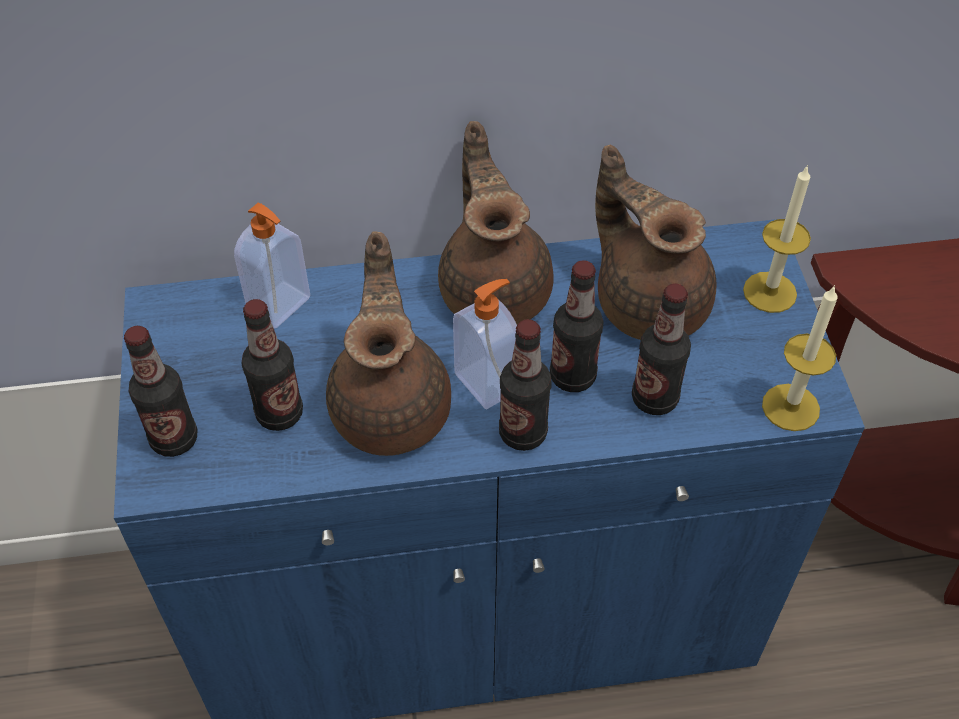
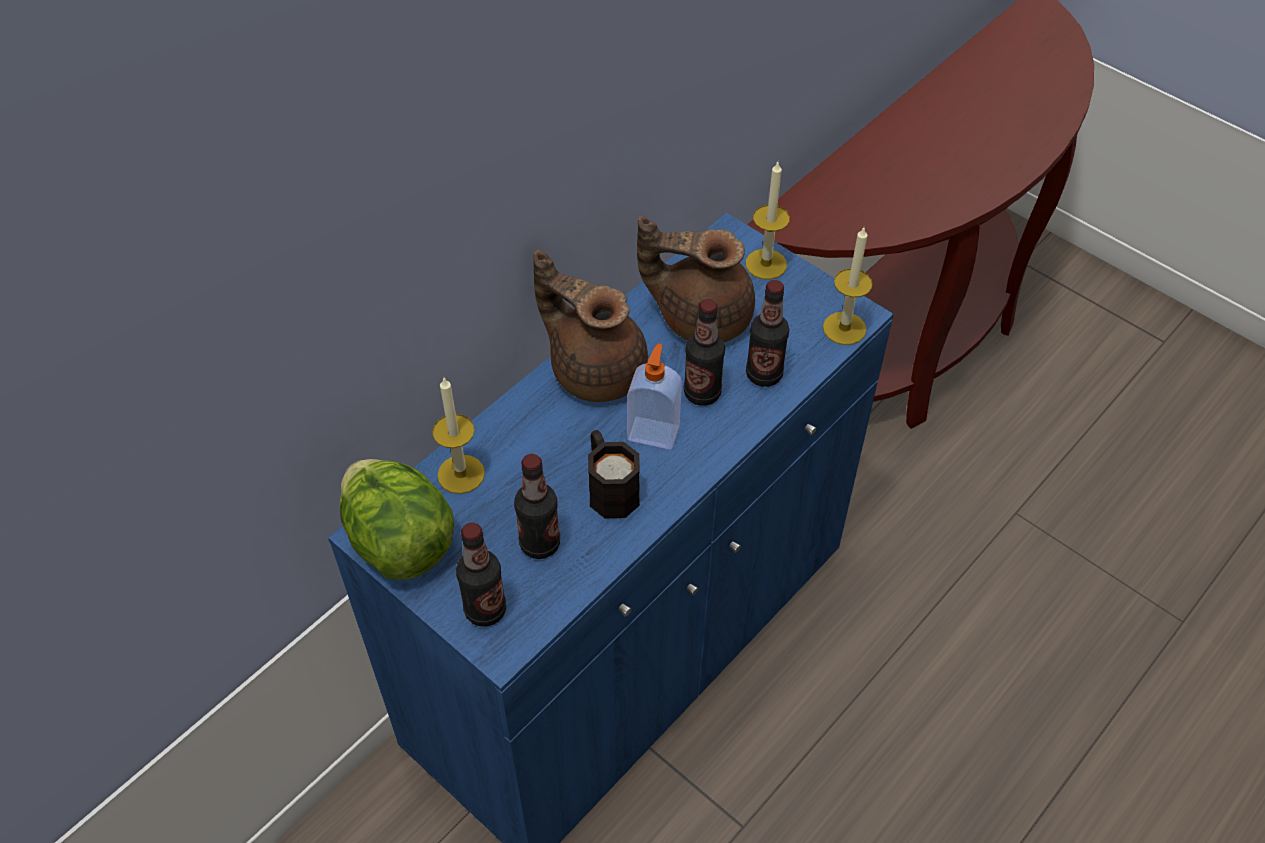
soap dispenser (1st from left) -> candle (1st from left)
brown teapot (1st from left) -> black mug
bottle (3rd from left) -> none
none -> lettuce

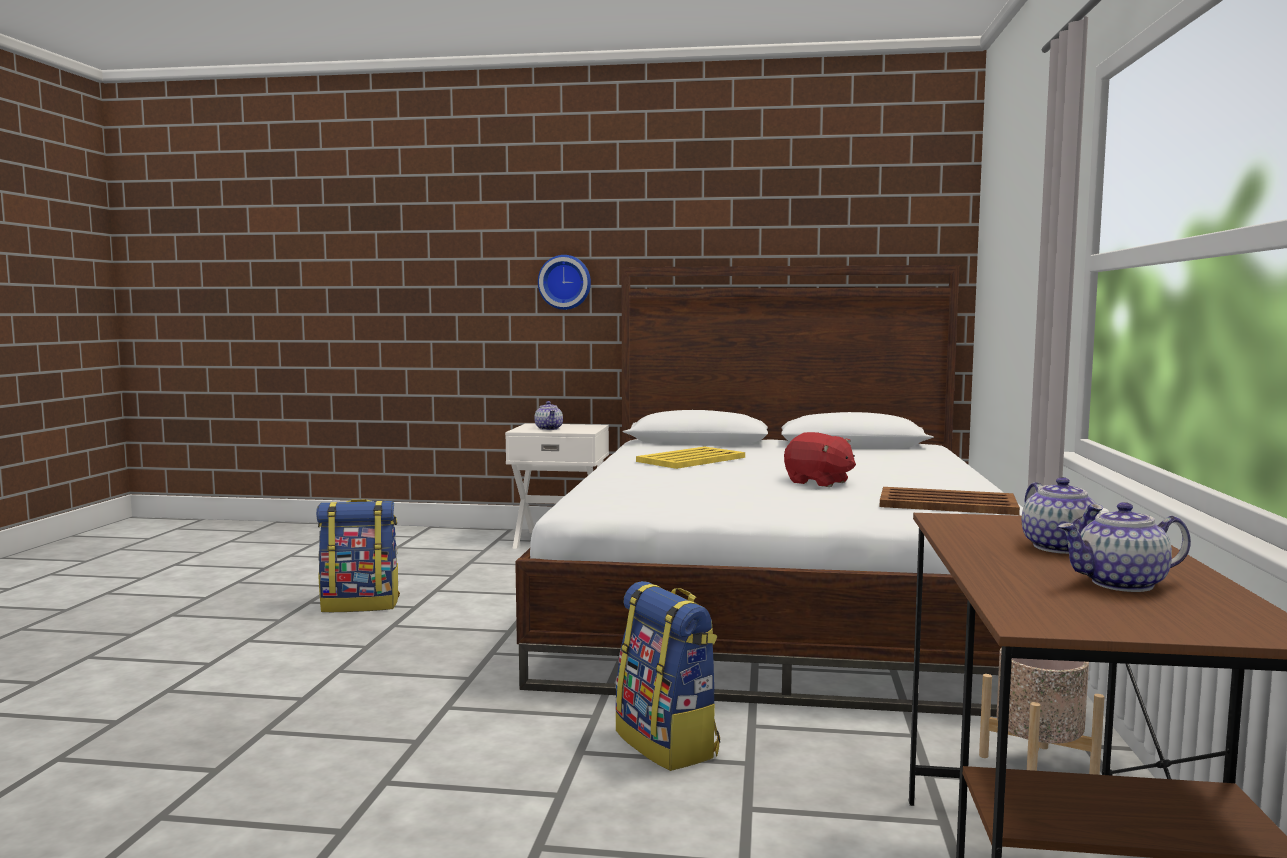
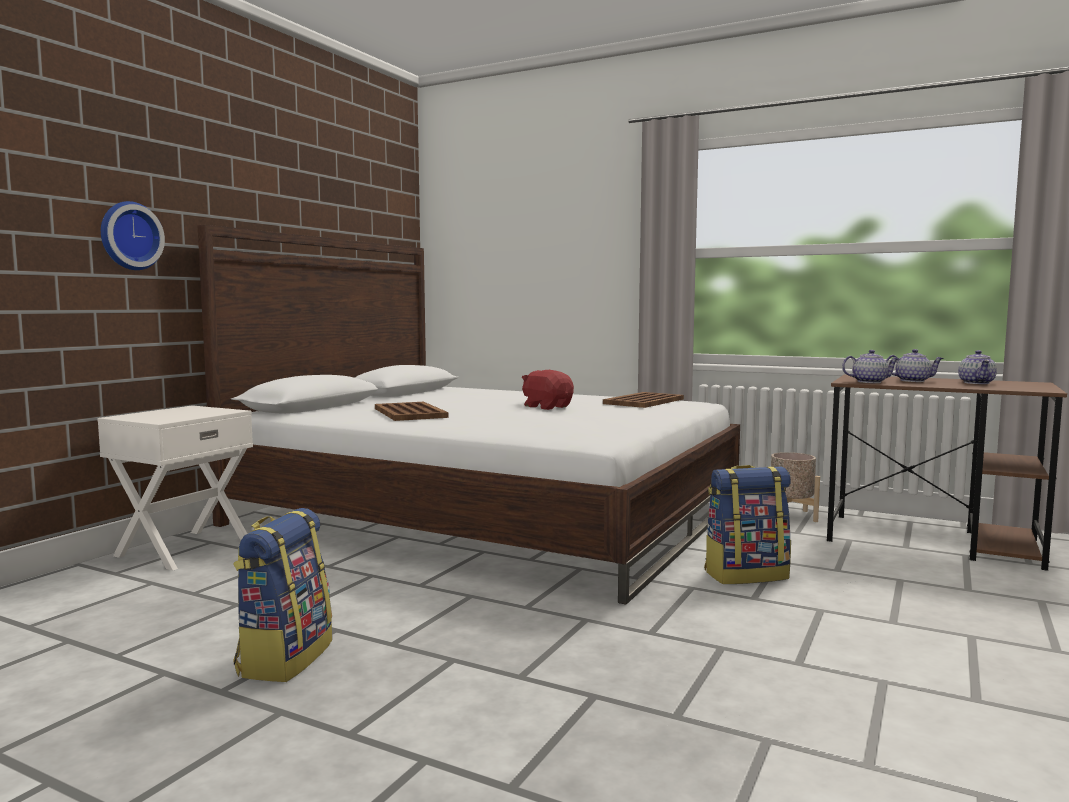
teapot (1st from left), moved
yellow tray -> brown tray (1st from left)
red plush toy, 105 degrees counterclockwise

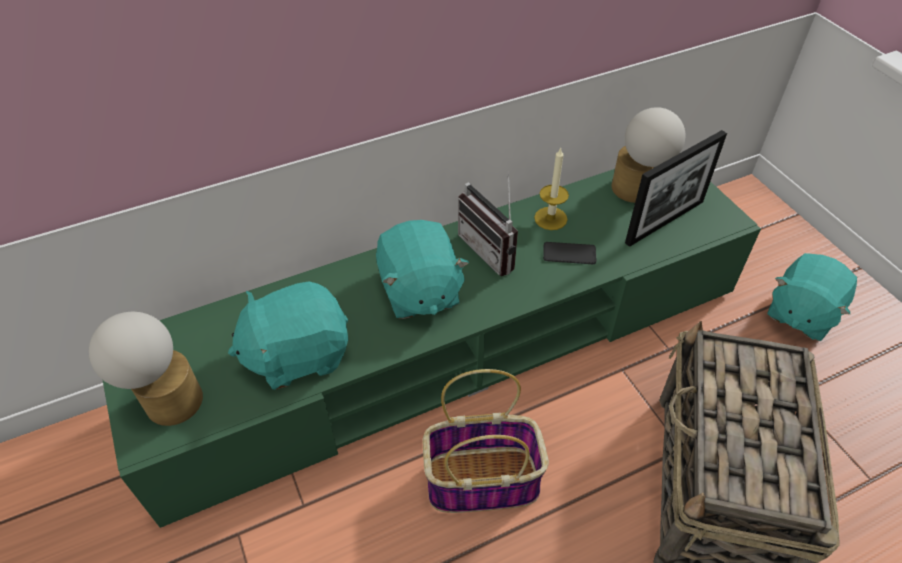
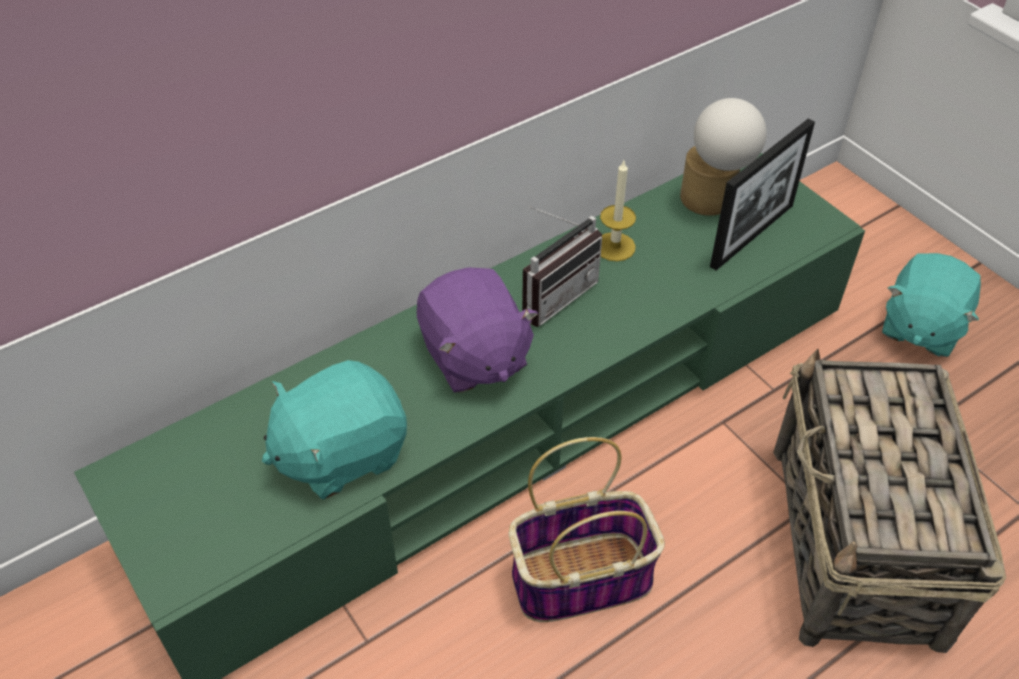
table lamp (1st from left) -> none
turquoise plush toy (2nd from left) -> purple plush toy
radio, 90 degrees counterclockwise
phone -> none

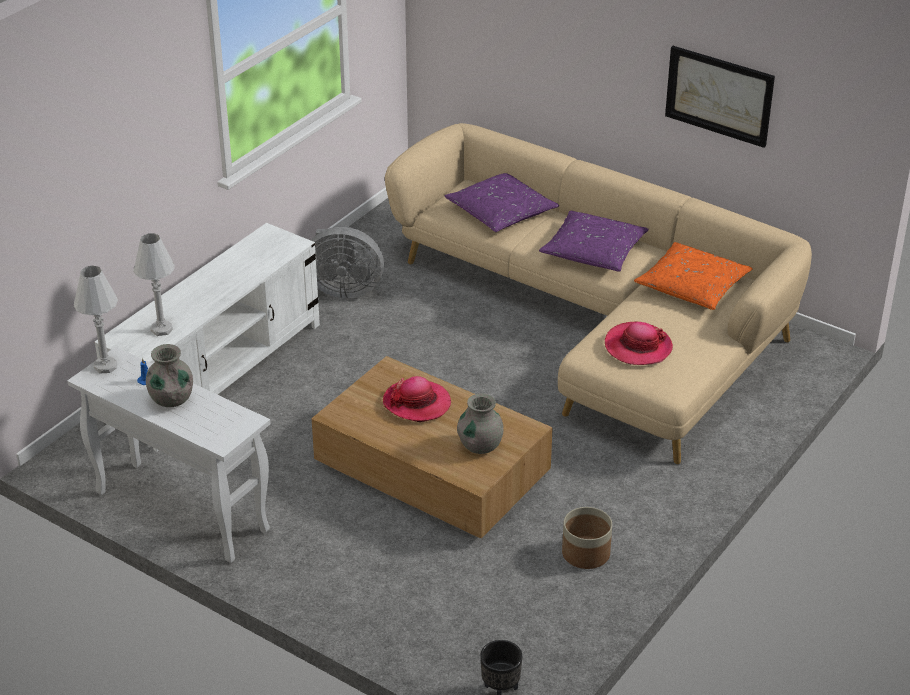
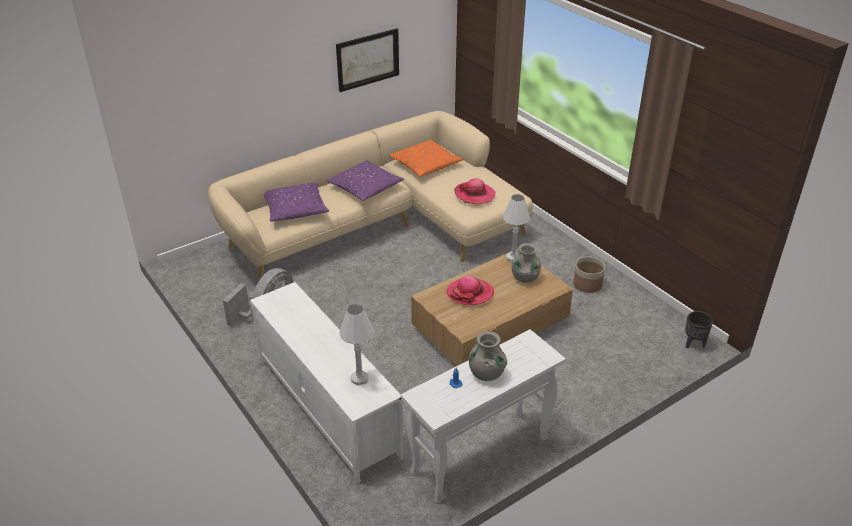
white table lamp (1st from left in the first image) -> white table lamp (2nd from left), moved

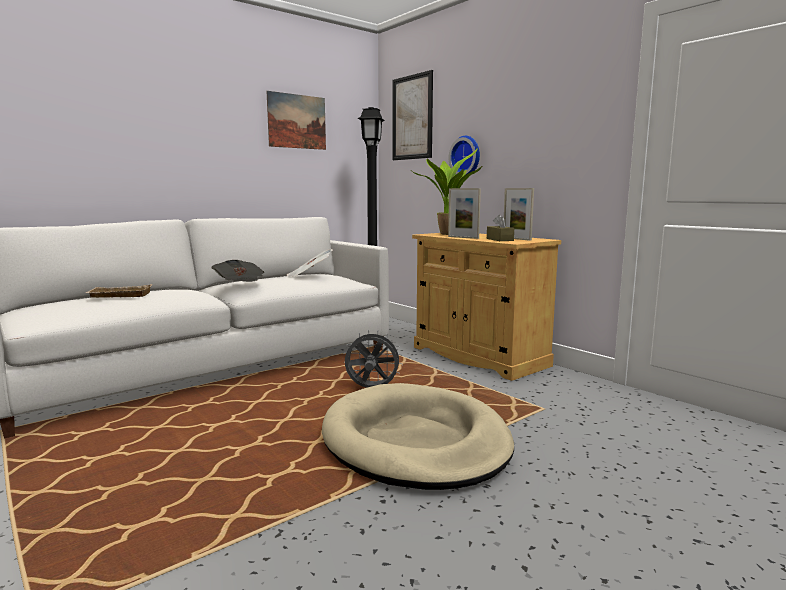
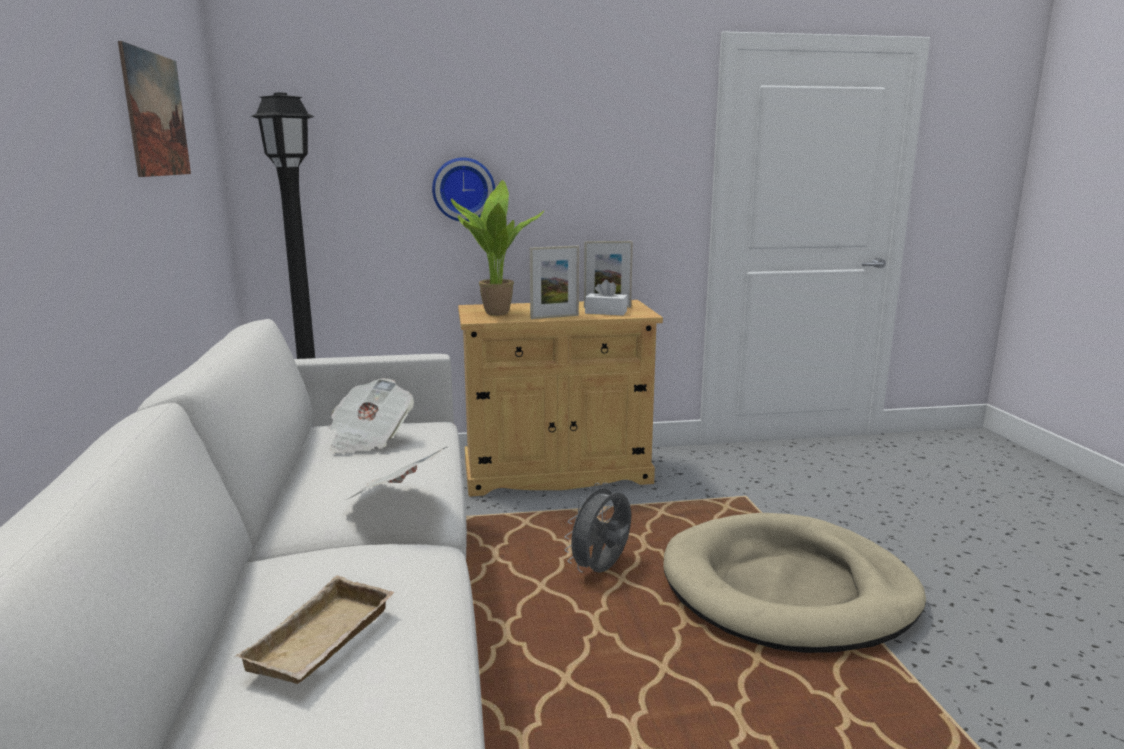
picture (2nd from left) -> none
brown tissue box -> white tissue box

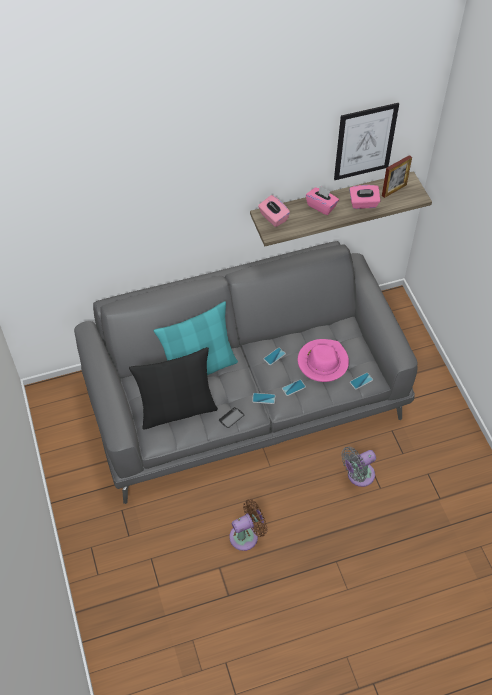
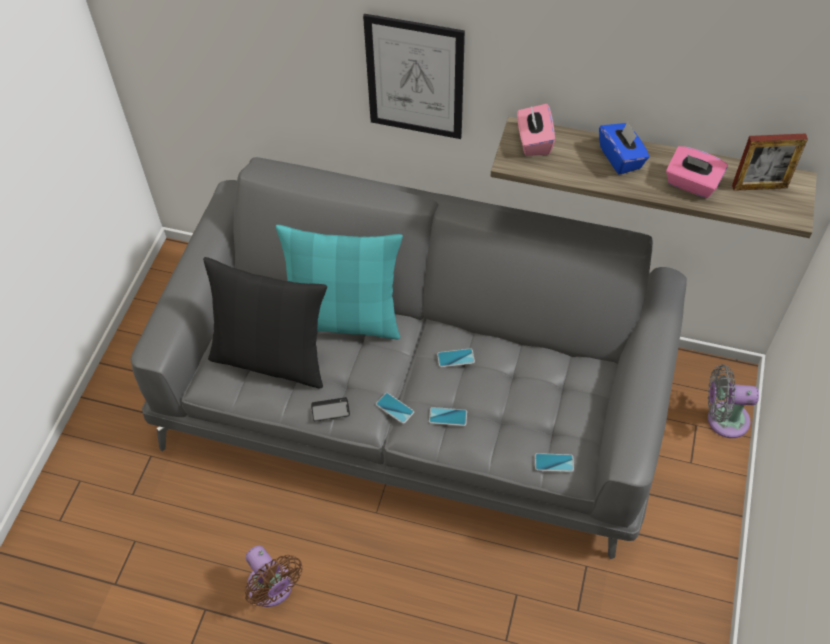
brown fan, 45 degrees clockwise
pink hat -> none
pink tissue box (2nd from left) -> blue tissue box
picture, moved
grey fan, moved

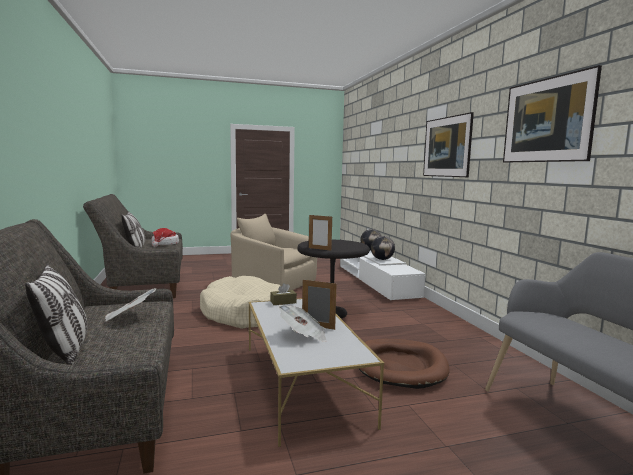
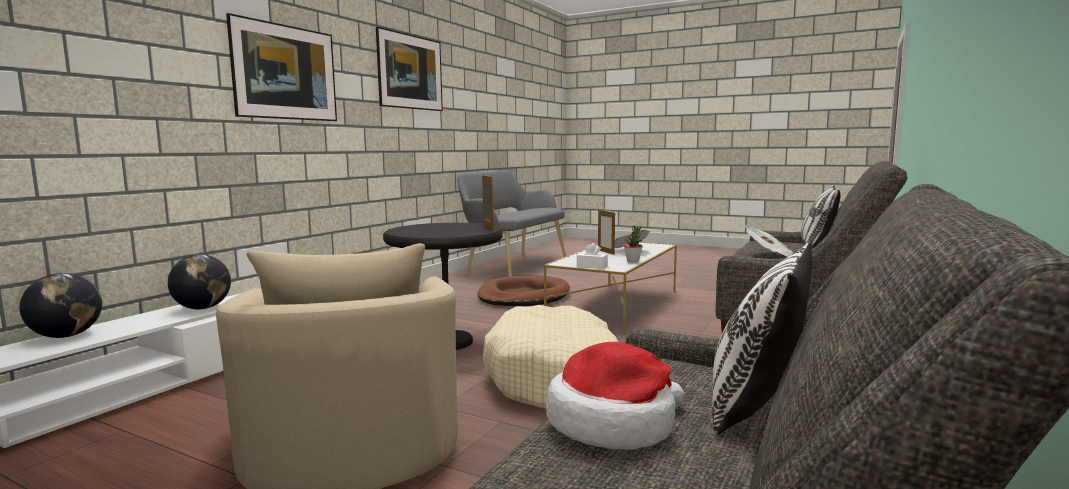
brown tissue box -> white tissue box
none -> potted plant

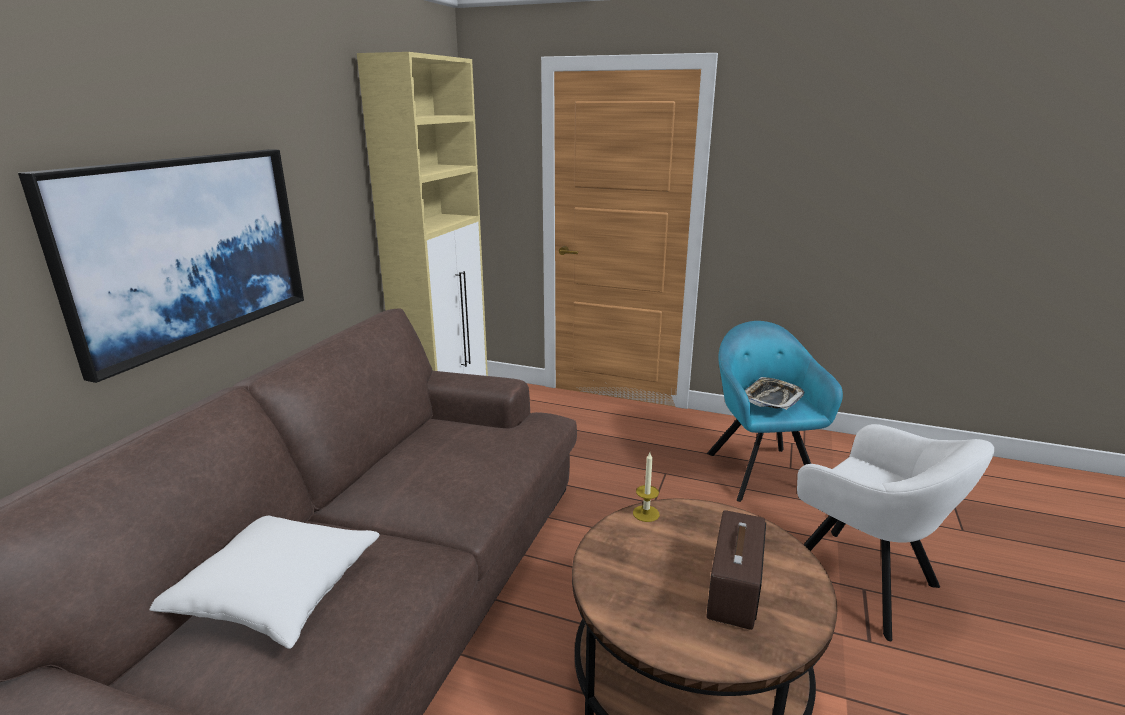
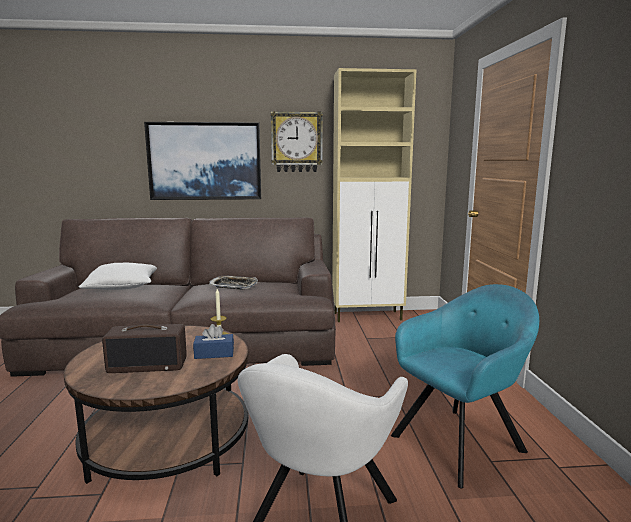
tray, moved
none -> blue tissue box
none -> wall clock

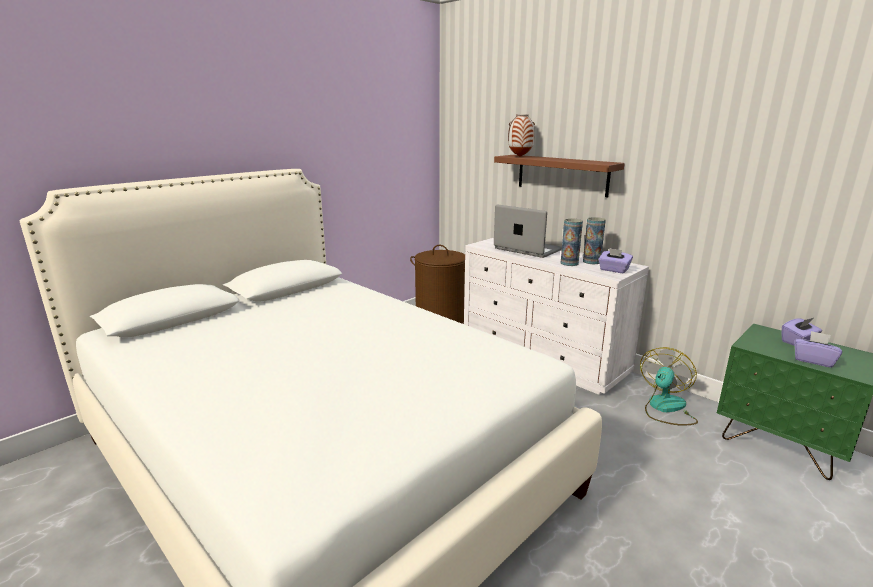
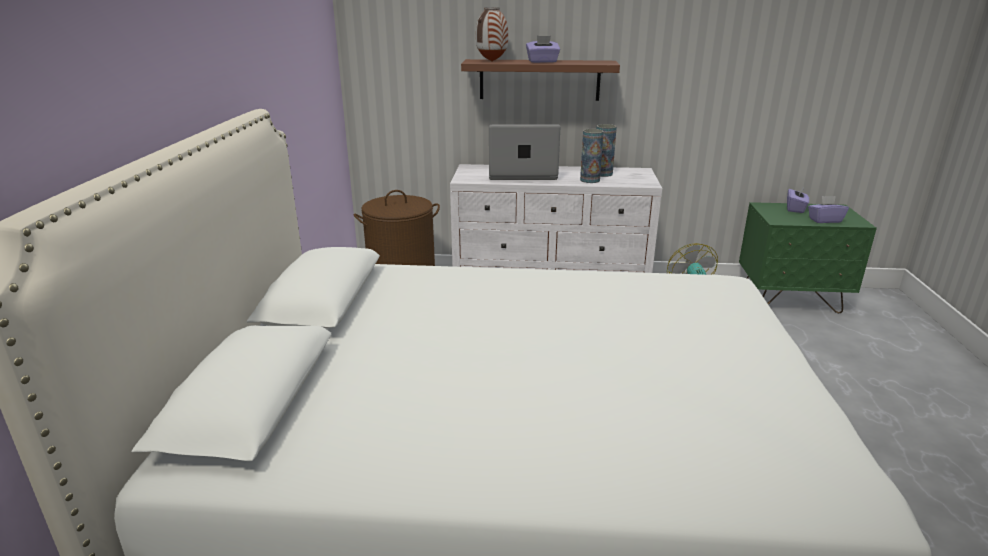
purple tissue box (1st from left), moved

